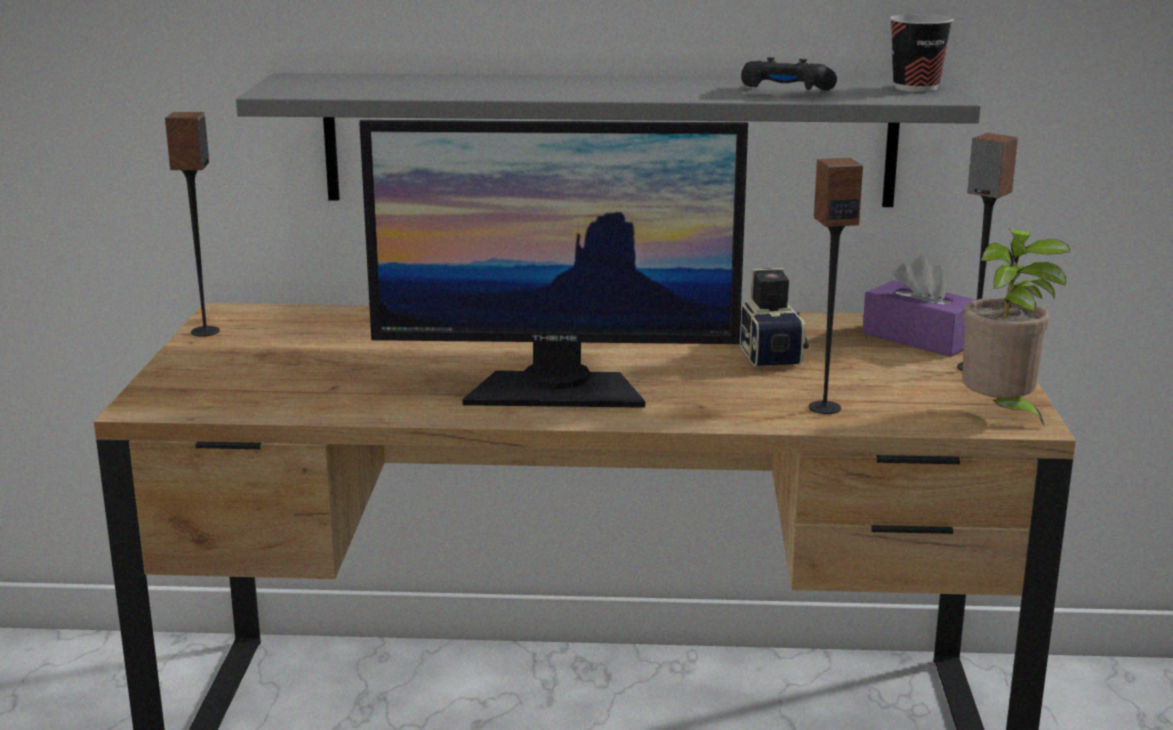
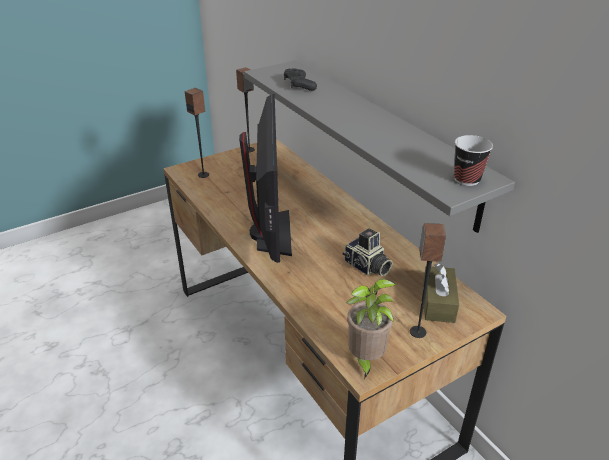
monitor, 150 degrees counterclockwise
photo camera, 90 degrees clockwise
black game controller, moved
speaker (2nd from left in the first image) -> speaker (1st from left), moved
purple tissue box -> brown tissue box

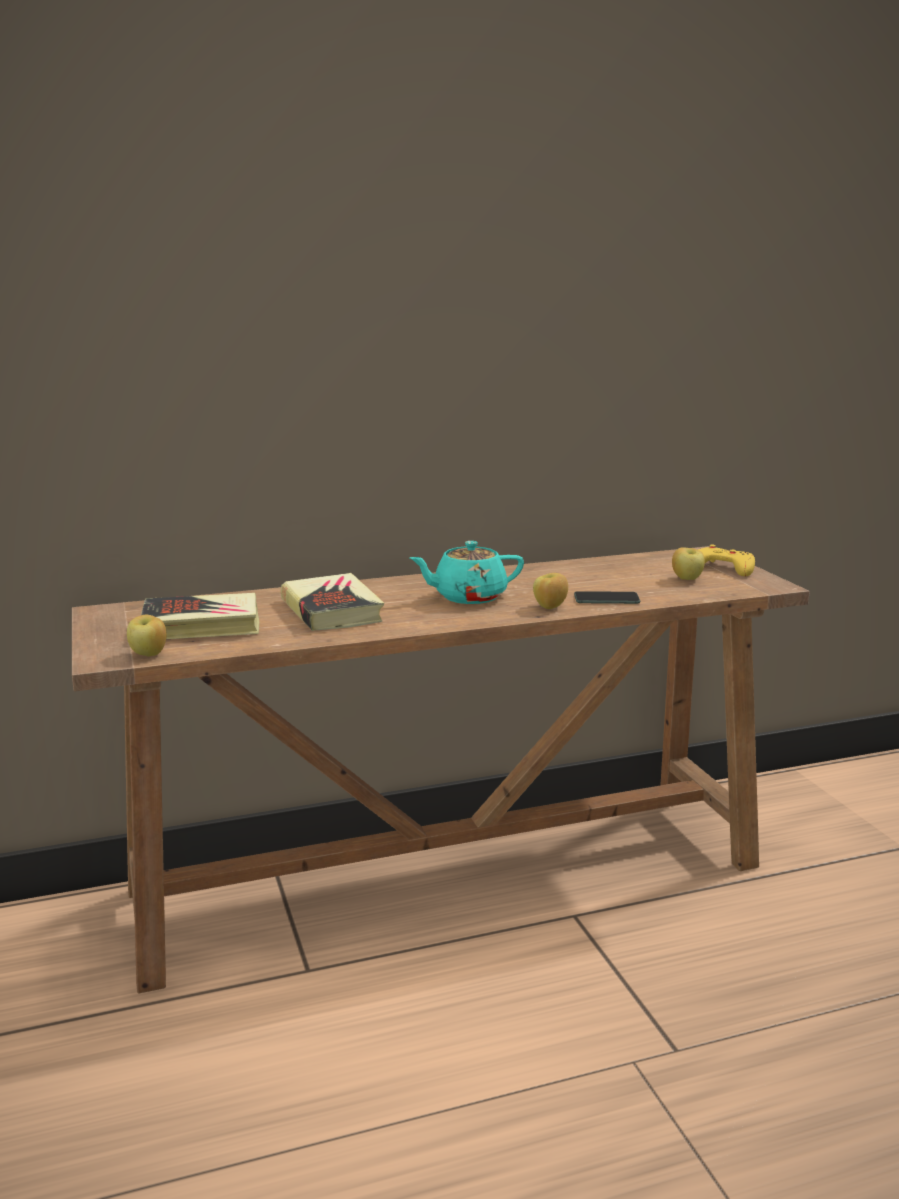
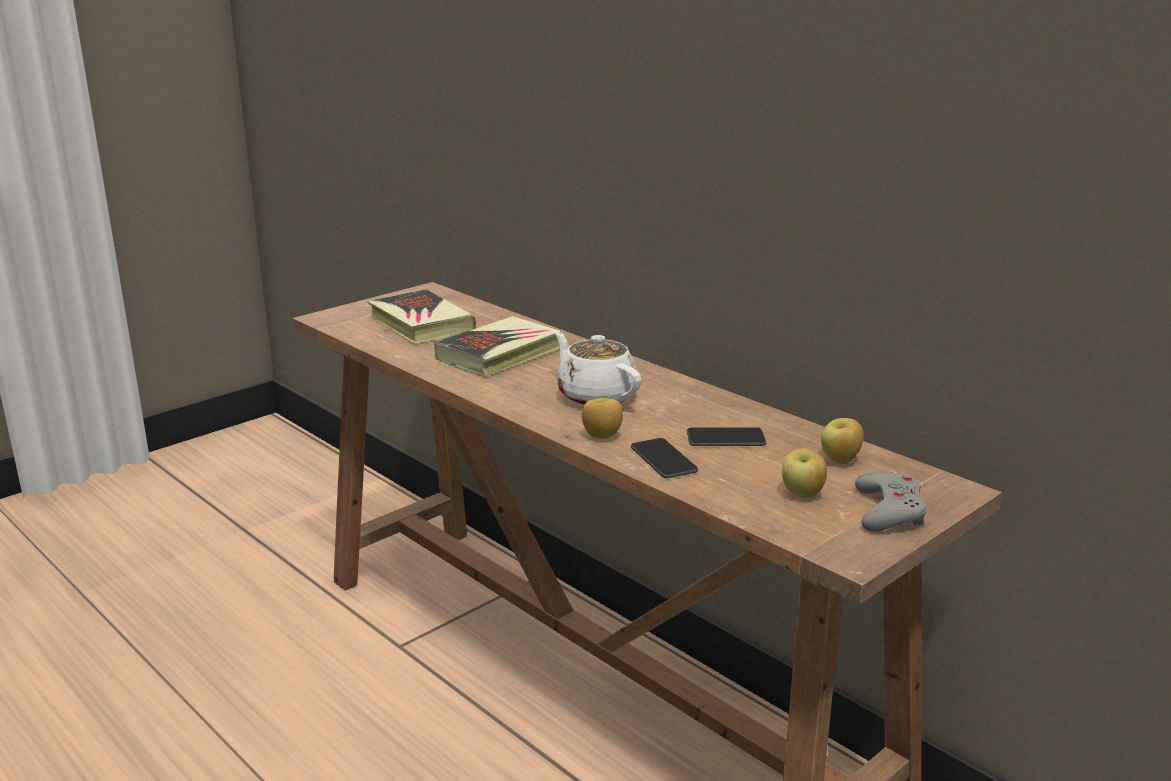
apple (1st from left in the first image) -> apple (3rd from left), moved
turquoise teapot -> white teapot
yellow game controller -> grey game controller
none -> phone (2nd from left)

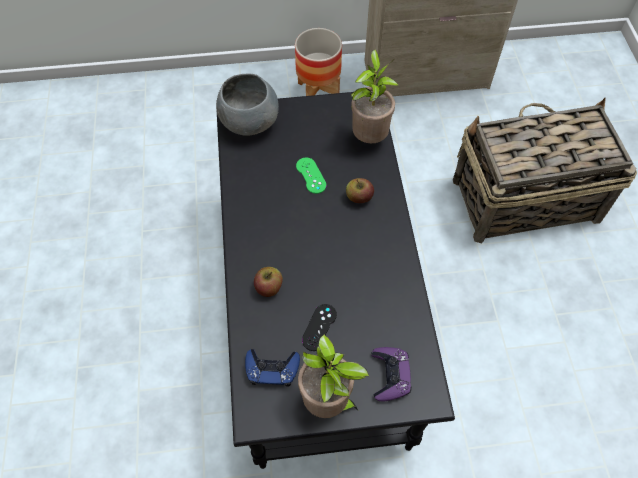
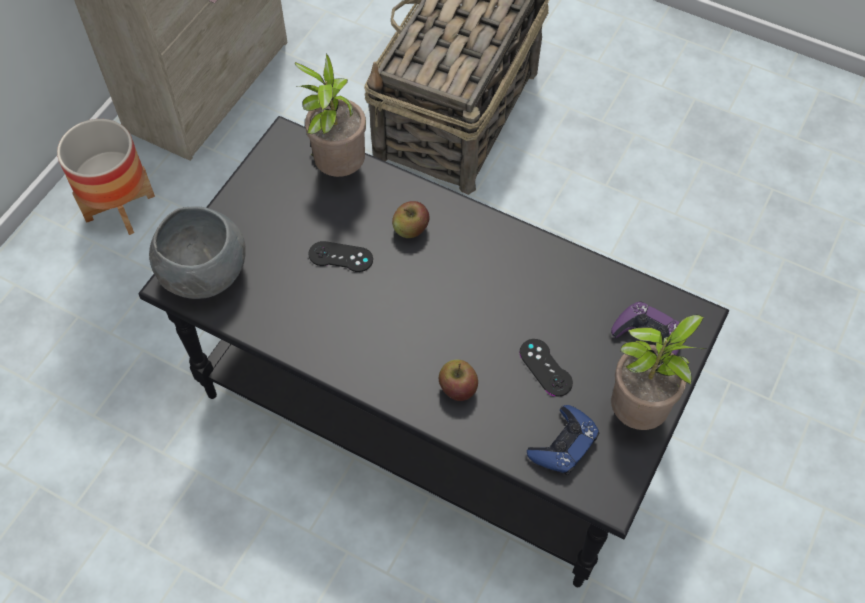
green game controller -> black game controller (1st from left)

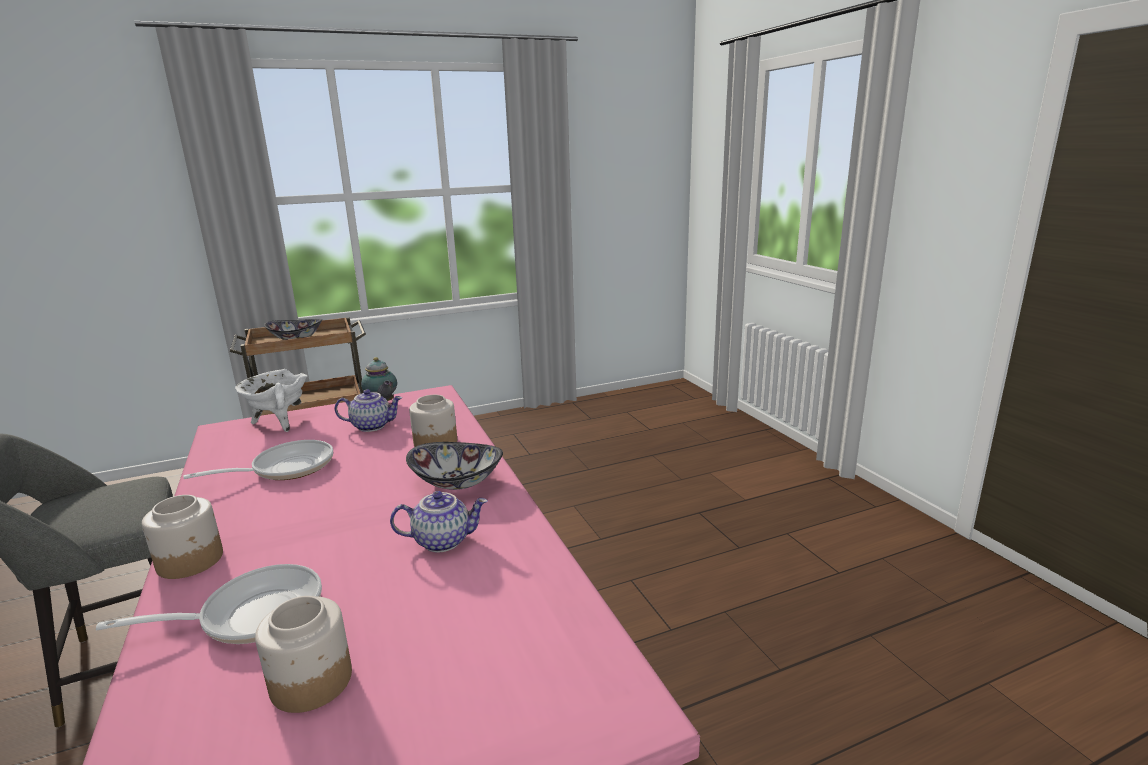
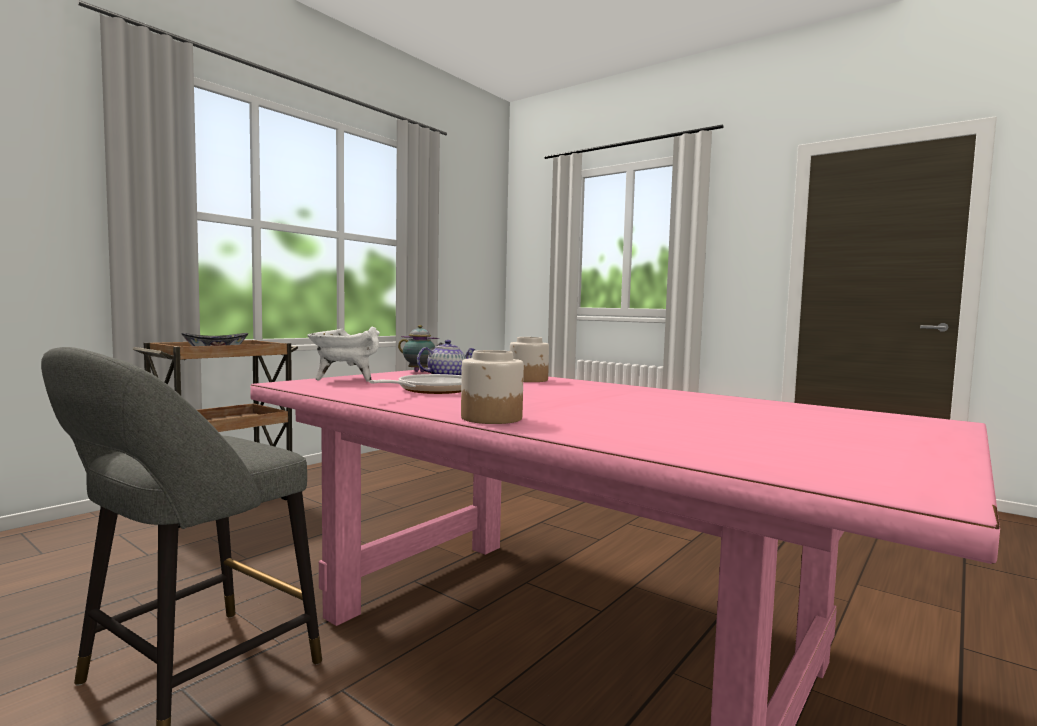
frying pan (1st from left) -> none
jar (2nd from left) -> none
teapot (3rd from left) -> none
bowl (2nd from left) -> none

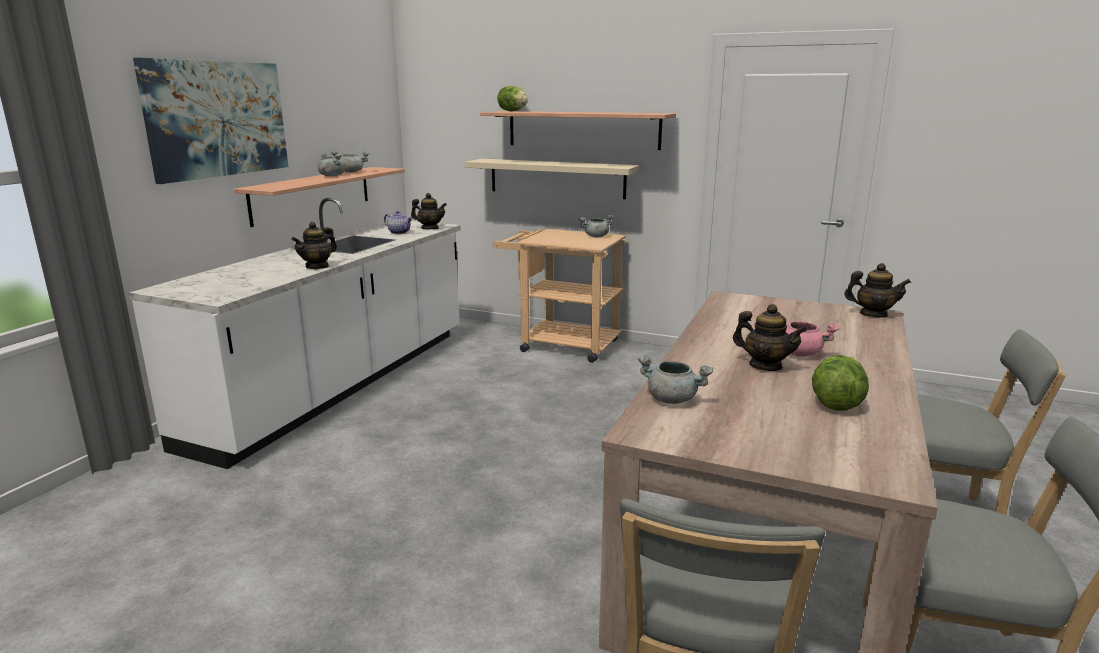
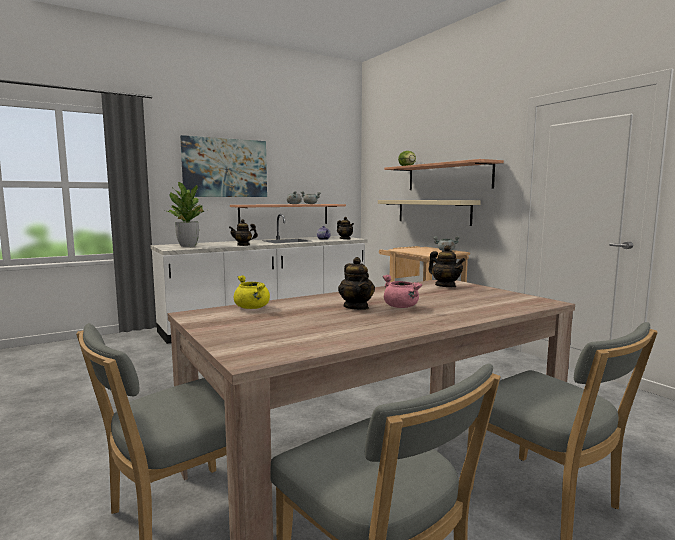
grey cooking pot (4th from left) -> yellow cooking pot
lettuce (2nd from left) -> none
teapot (5th from left), moved
none -> potted plant

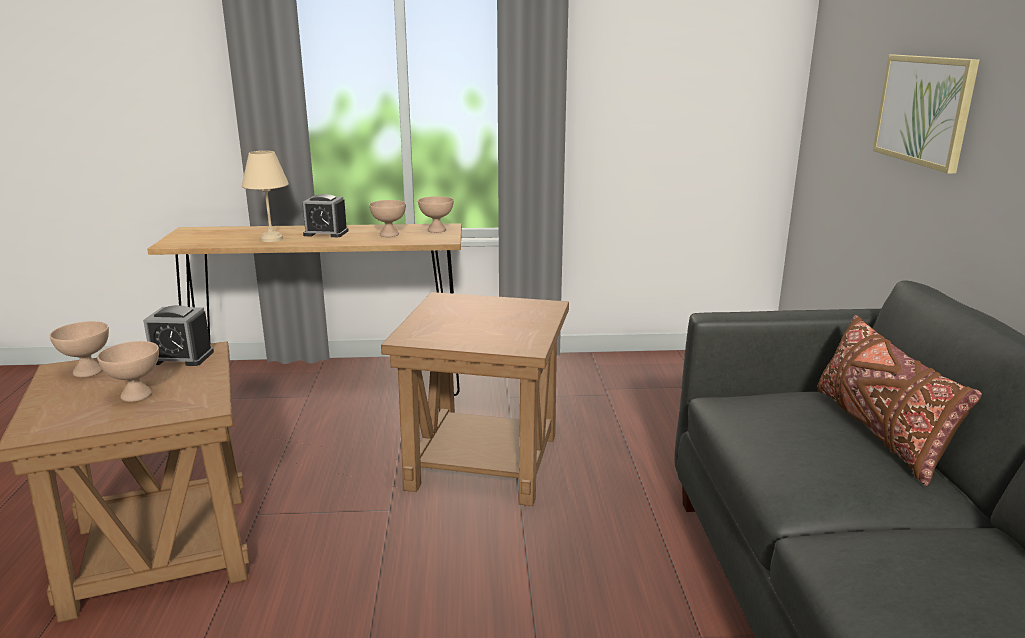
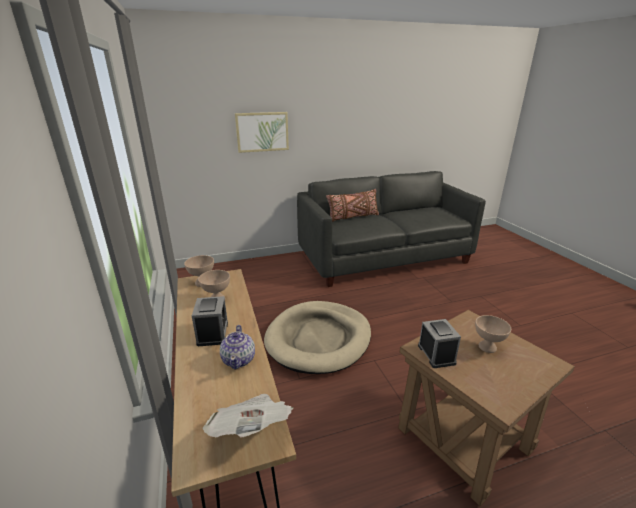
beige bowl (1st from left) -> none
beige table lamp -> teapot
brown side table (2nd from left) -> beige dog bed
none -> newspaper

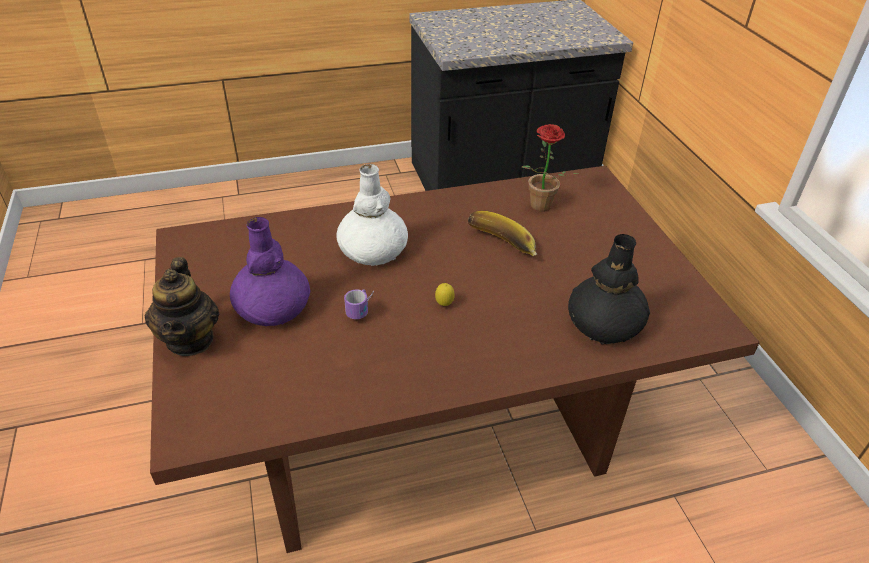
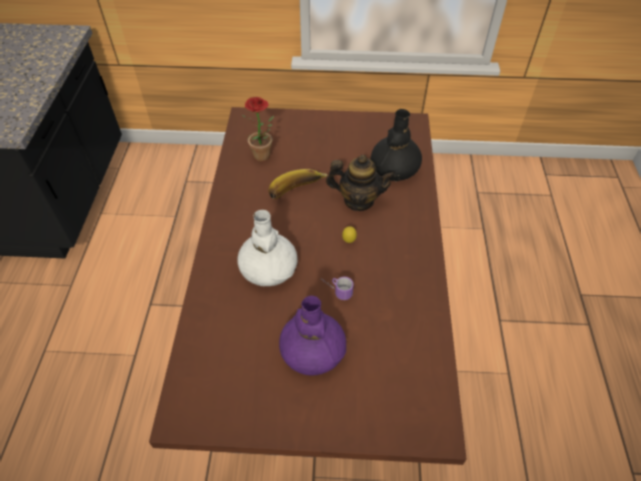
teapot, moved

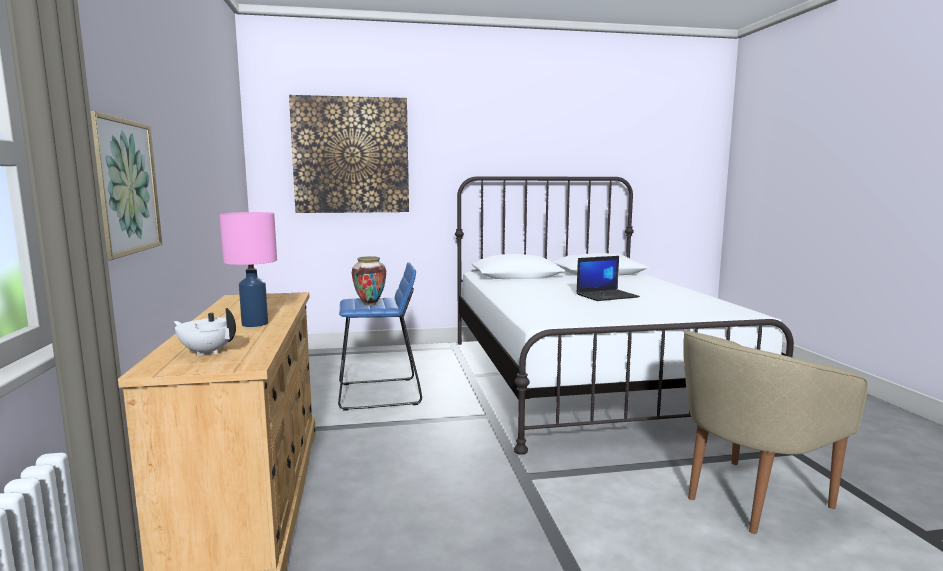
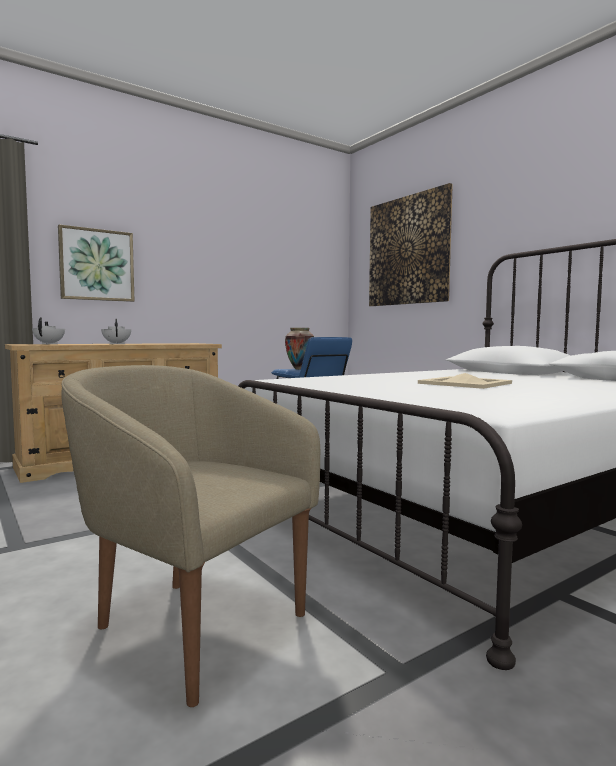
pink table lamp -> white teapot (2nd from left)
laptop -> beige tray

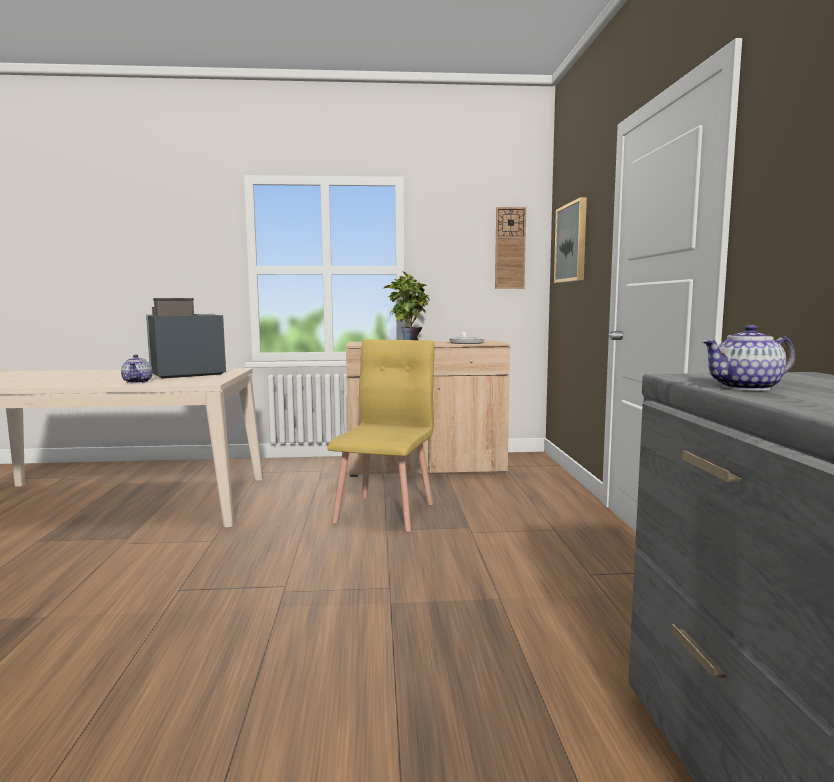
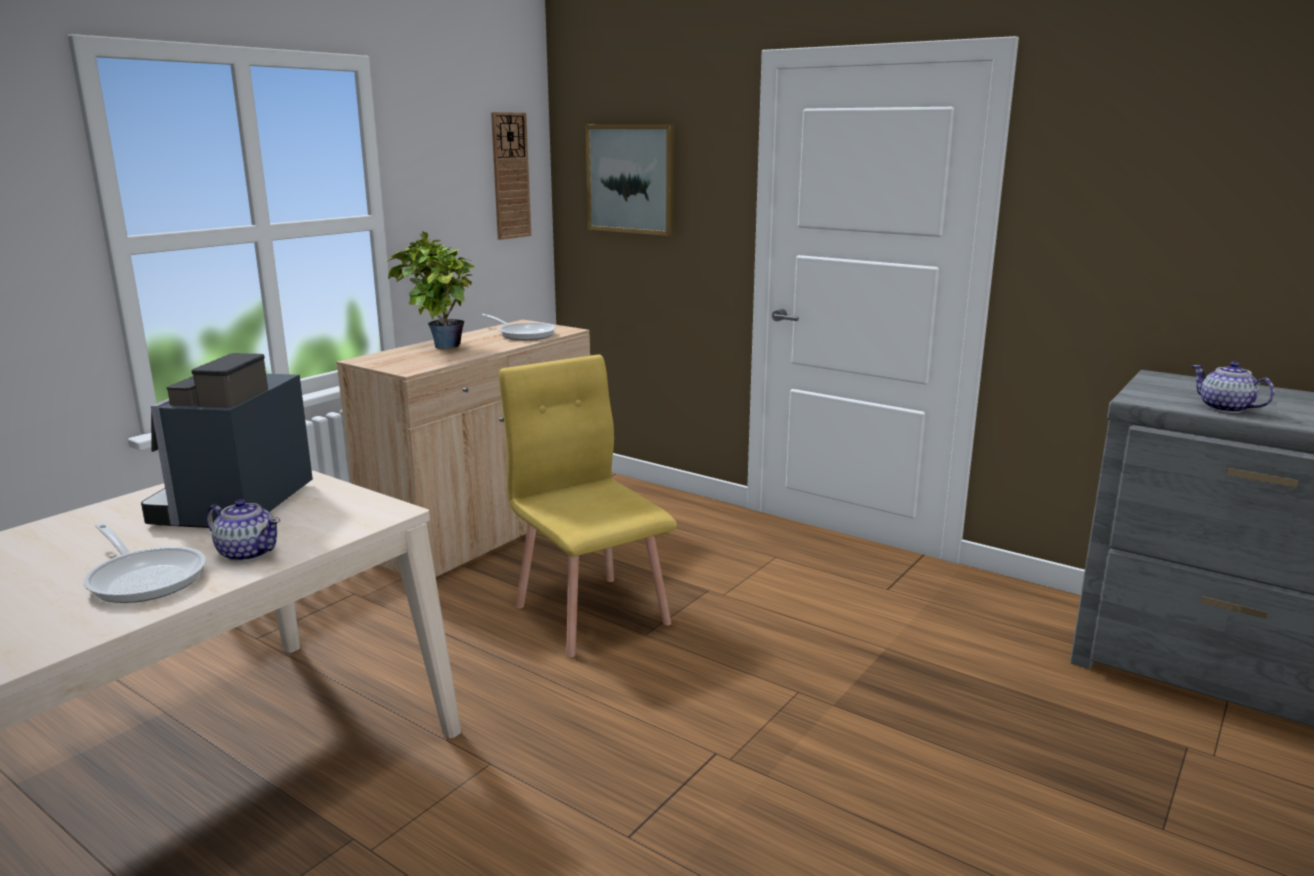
teapot (2nd from left), 120 degrees clockwise
none -> frying pan (1st from left)

